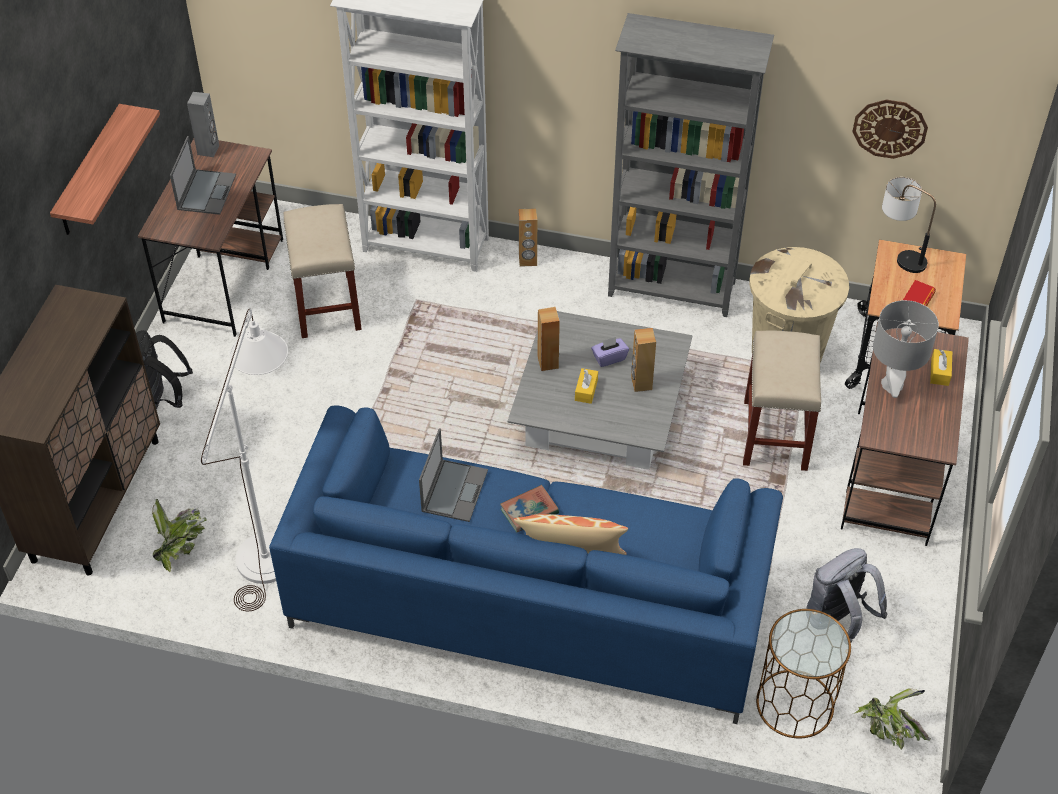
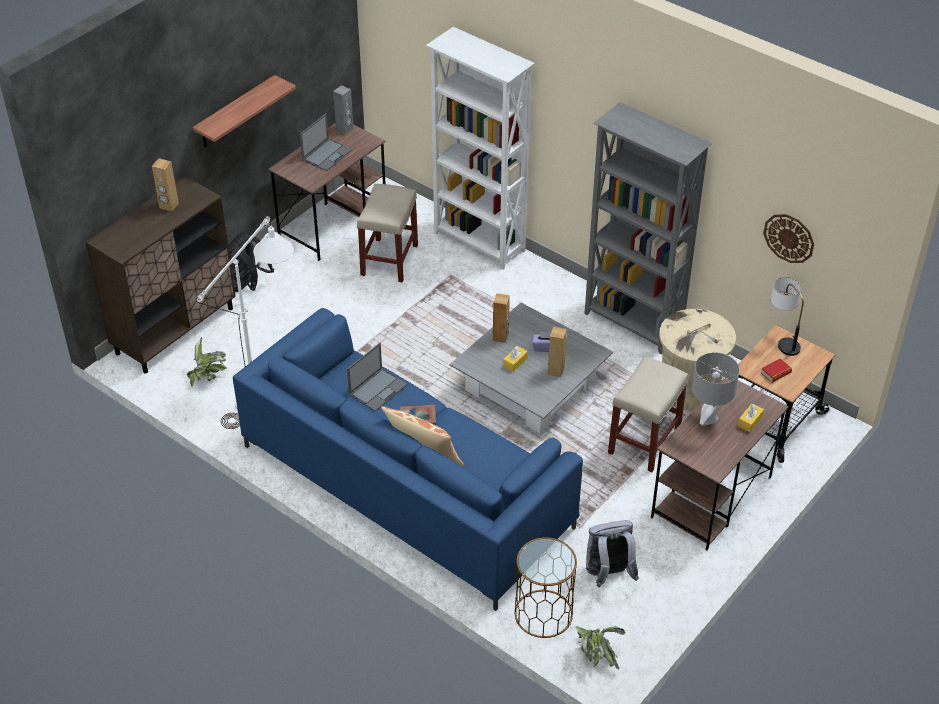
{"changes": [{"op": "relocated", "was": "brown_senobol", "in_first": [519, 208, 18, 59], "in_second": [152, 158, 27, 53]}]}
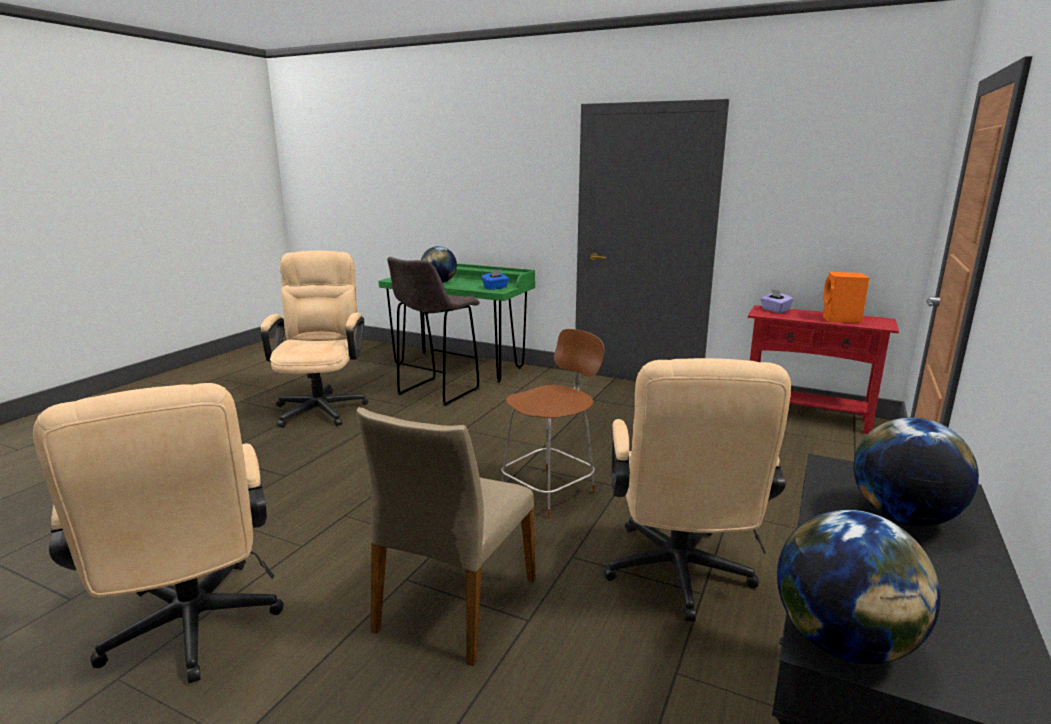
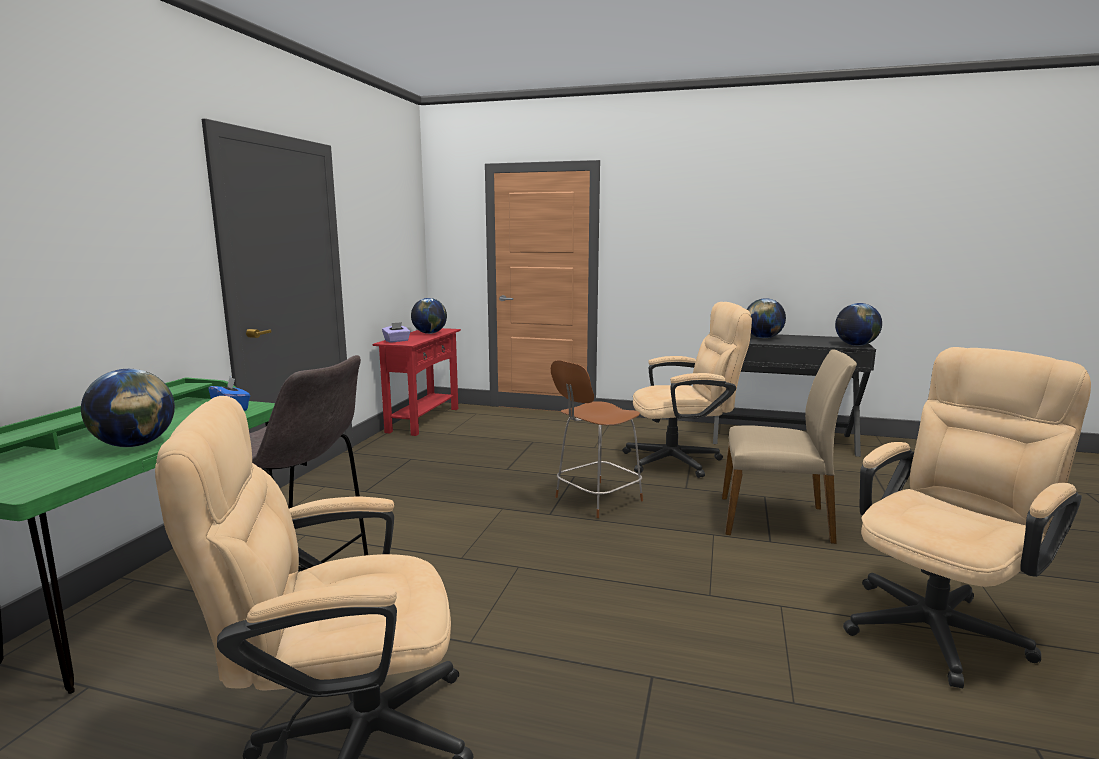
{"changes": [{"op": "exchanged", "was": "orange_senobol", "now": "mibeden", "in_first": [823, 272, 46, 51], "in_second": [411, 298, 36, 36]}, {"op": "spun", "was": "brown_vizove", "in_first": [501, 329, 103, 189], "in_second": [551, 360, 92, 158], "clockwise": -75}]}
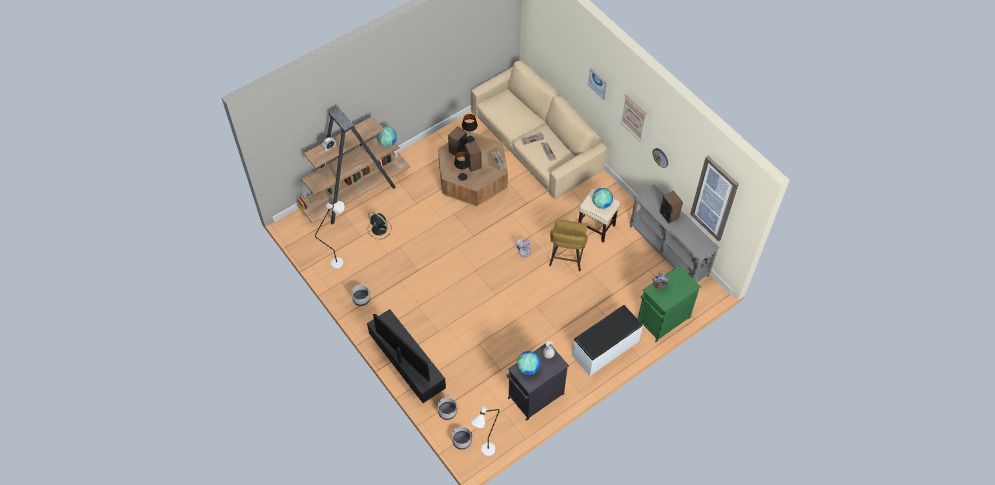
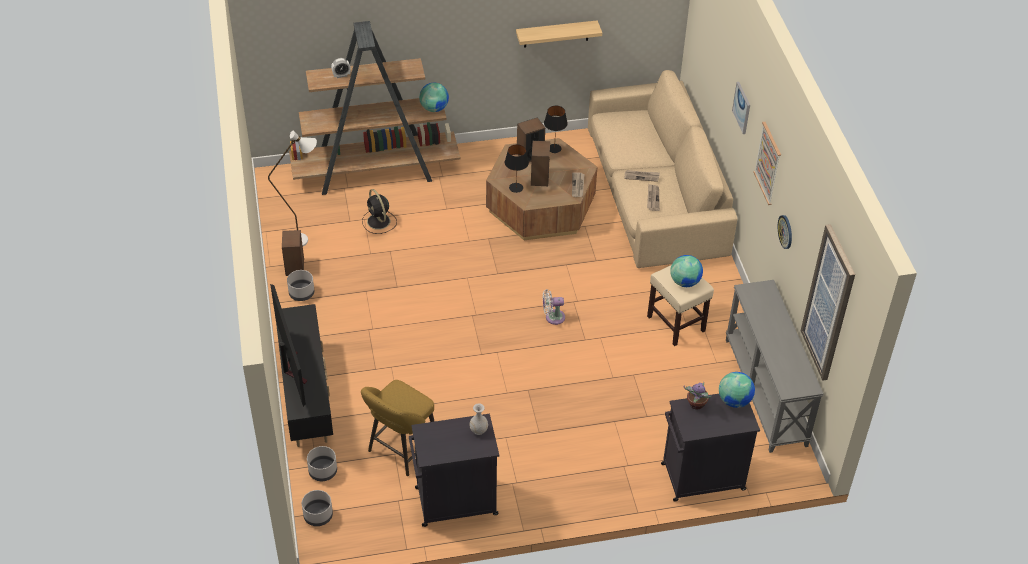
{"changes": [{"op": "relocated", "was": "senobol", "in_first": [660, 191, 23, 32], "in_second": [282, 230, 22, 46]}, {"op": "relocated", "was": "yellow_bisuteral", "in_first": [549, 220, 39, 51], "in_second": [361, 380, 74, 96]}, {"op": "appeared", "now": "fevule", "in_second": [516, 20, 86, 28]}, {"op": "colour", "was": "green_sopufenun", "now": "black_sopufenun", "in_first": [638, 265, 63, 77], "in_second": [661, 394, 99, 108]}, {"op": "relocated", "was": "mibeden", "in_first": [517, 351, 23, 24], "in_second": [719, 372, 36, 36]}, {"op": "missing", "was": "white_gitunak", "in_first": [471, 406, 29, 50]}, {"op": "missing", "was": "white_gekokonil", "in_first": [572, 305, 71, 71]}]}
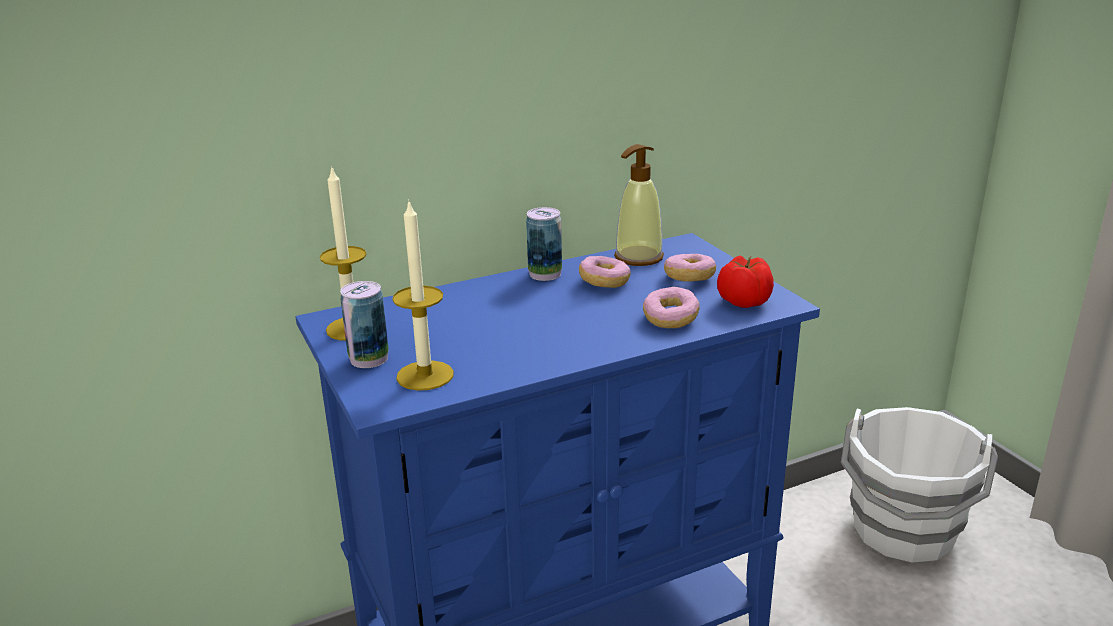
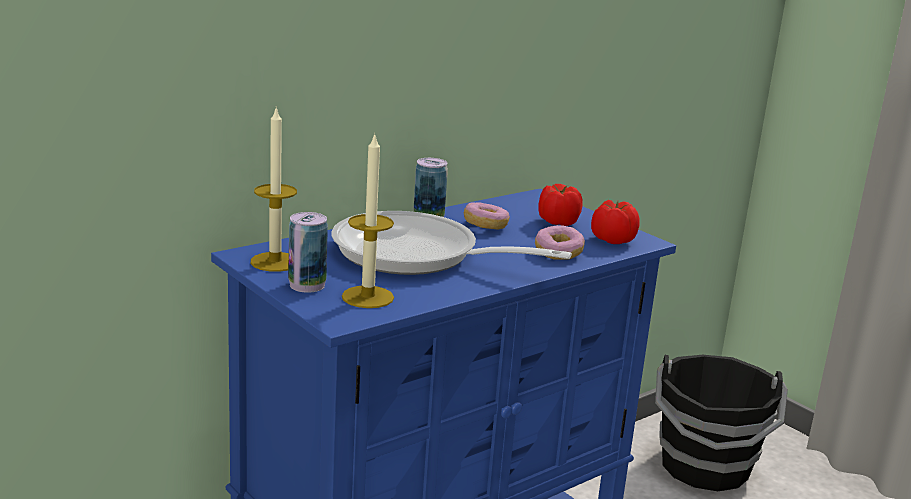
{"changes": [{"op": "appeared", "now": "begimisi", "in_second": [332, 211, 240, 64]}, {"op": "exchanged", "was": "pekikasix", "now": "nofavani", "in_first": [664, 254, 52, 28], "in_second": [538, 184, 45, 42]}, {"op": "colour", "was": "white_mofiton", "now": "black_mofiton", "in_first": [841, 407, 157, 156], "in_second": [655, 355, 133, 136]}, {"op": "missing", "was": "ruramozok", "in_first": [614, 144, 50, 122]}]}
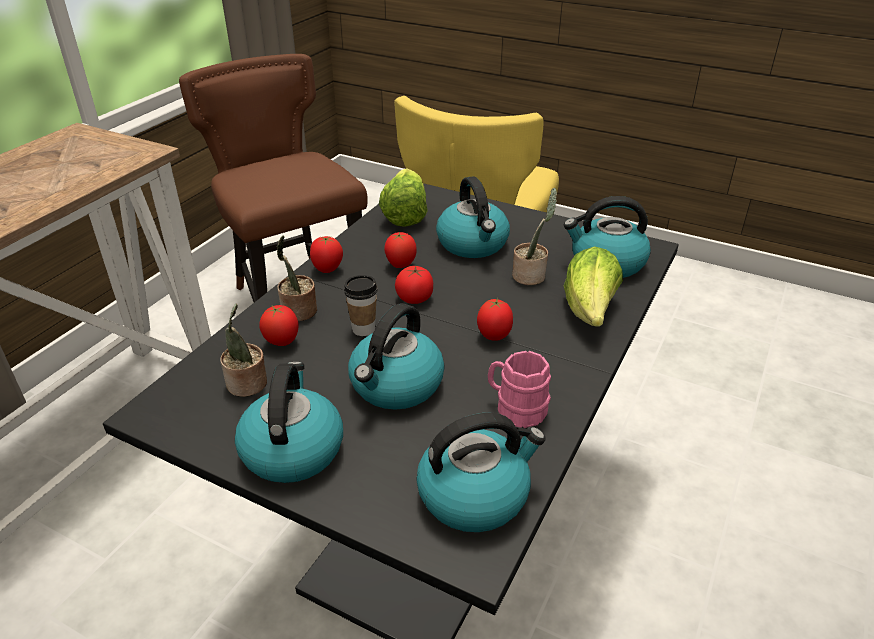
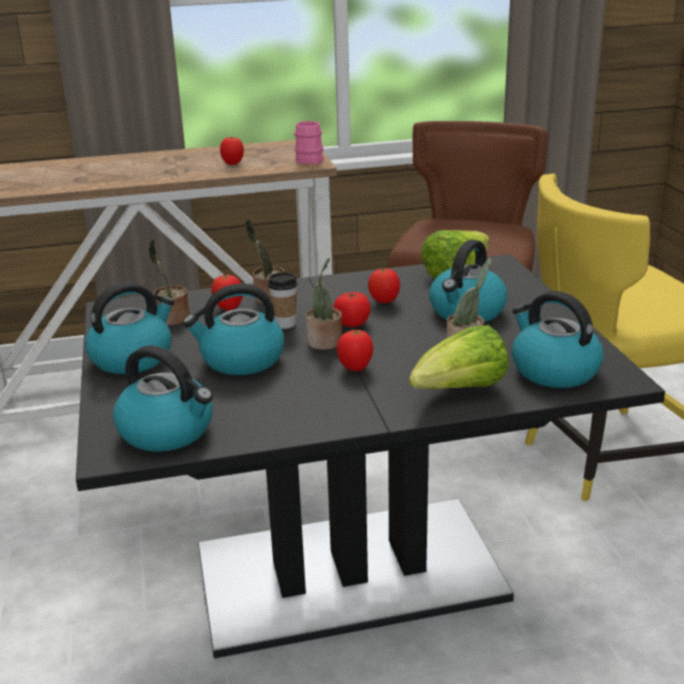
{"changes": [{"op": "relocated", "was": "nofavani", "in_first": [310, 236, 33, 37], "in_second": [220, 137, 24, 28]}, {"op": "relocated", "was": "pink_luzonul", "in_first": [488, 351, 63, 77], "in_second": [294, 121, 29, 44]}, {"op": "appeared", "now": "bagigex", "in_second": [306, 258, 36, 92]}]}
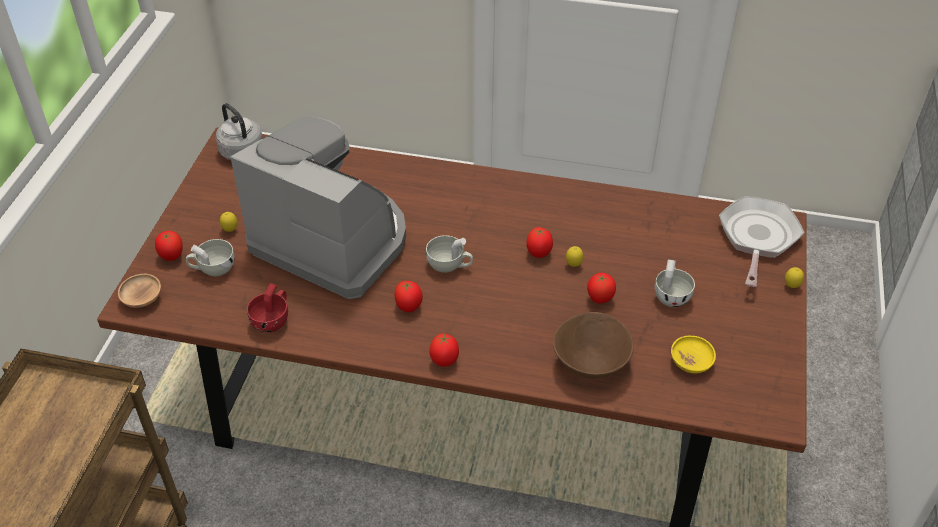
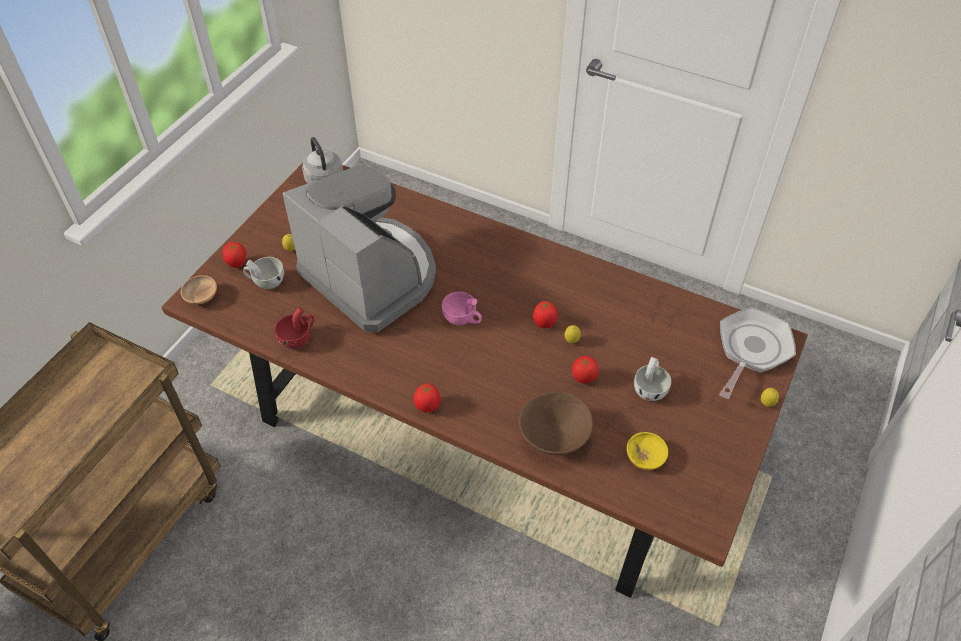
{"changes": [{"op": "colour", "was": "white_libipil", "now": "pink_libipil", "in_first": [426, 235, 47, 38], "in_second": [442, 292, 40, 33]}, {"op": "missing", "was": "nofavani", "in_first": [394, 281, 29, 31]}]}
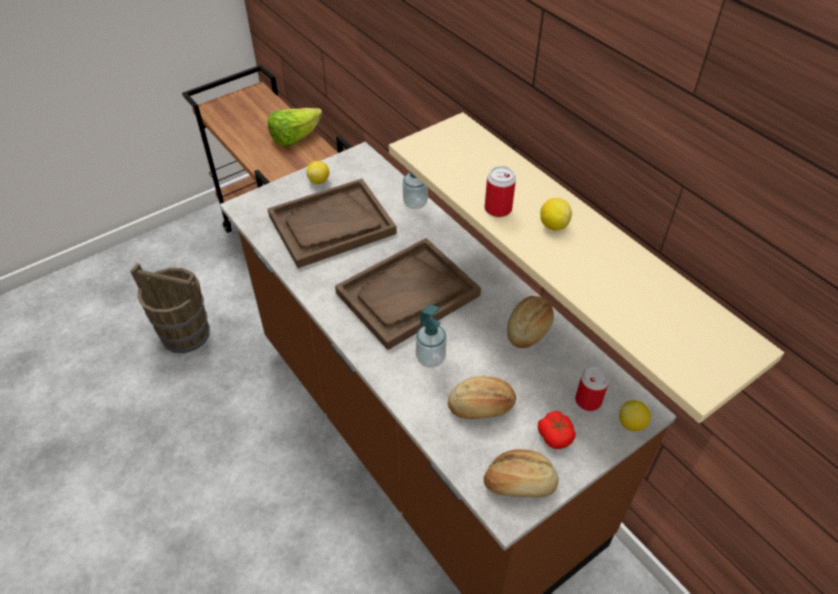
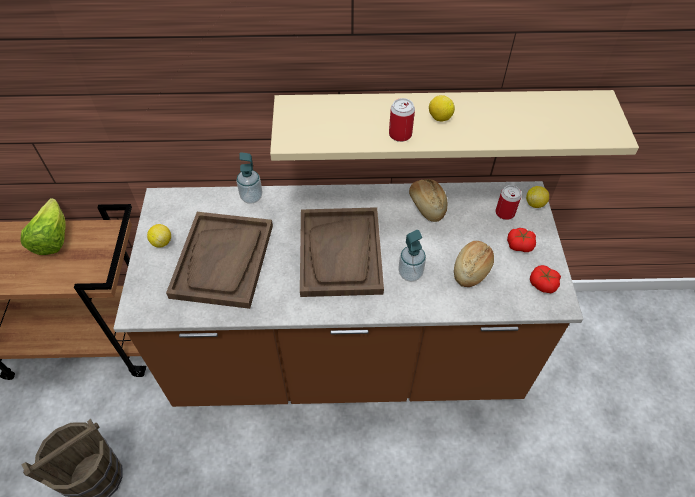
{"changes": [{"op": "exchanged", "was": "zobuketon", "now": "nofavani", "in_first": [484, 449, 75, 49], "in_second": [530, 265, 31, 28]}]}
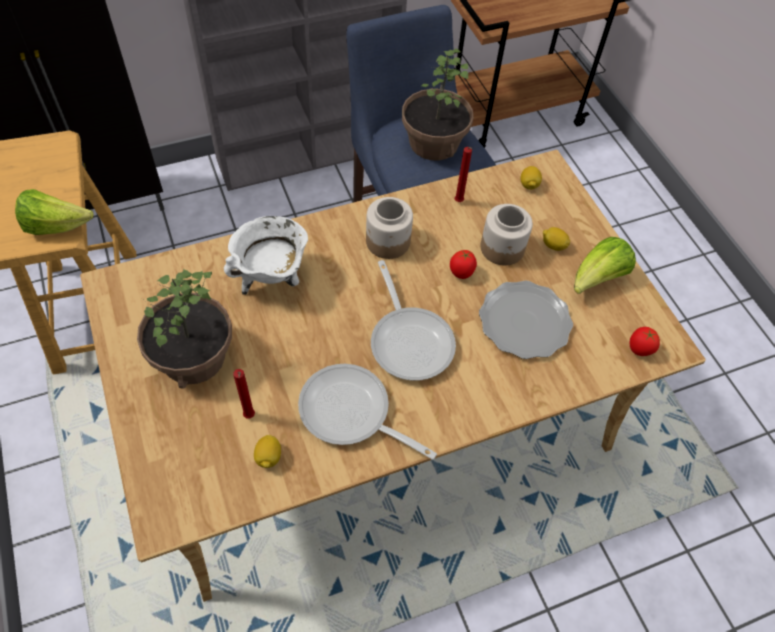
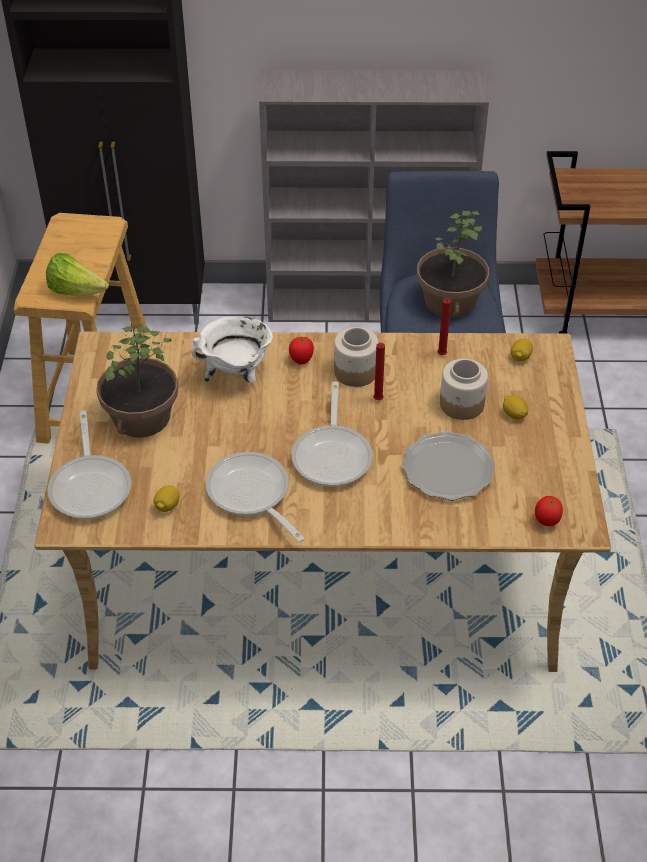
{"changes": [{"op": "appeared", "now": "begimisi", "in_second": [48, 411, 83, 108]}, {"op": "relocated", "was": "nofavani", "in_first": [450, 250, 27, 29], "in_second": [289, 337, 25, 28]}, {"op": "relocated", "was": "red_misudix", "in_first": [233, 369, 22, 50], "in_second": [373, 343, 12, 57]}, {"op": "missing", "was": "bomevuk", "in_first": [574, 237, 62, 57]}]}
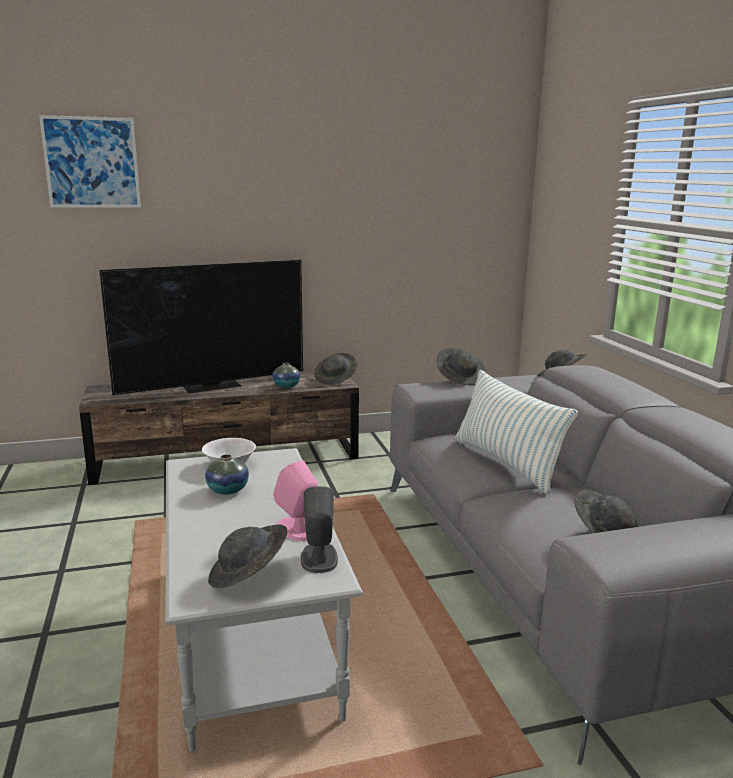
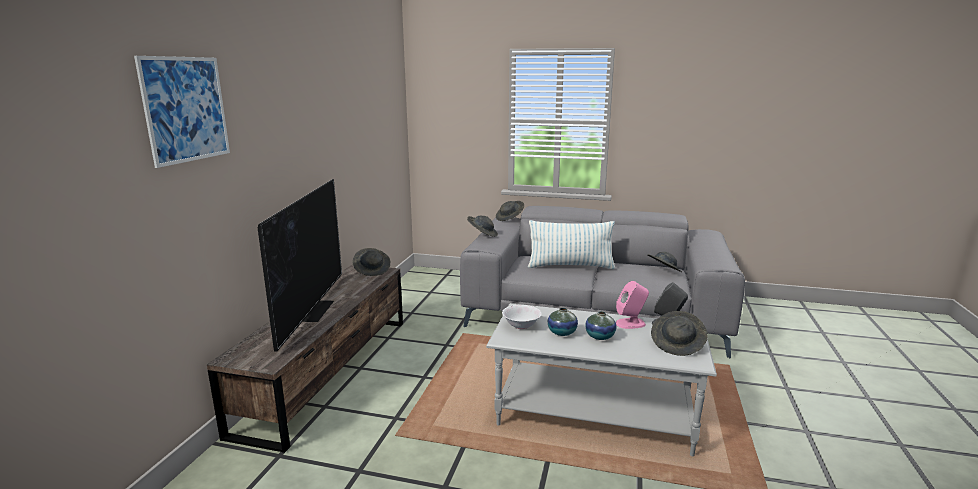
{"changes": [{"op": "relocated", "was": "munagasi", "in_first": [272, 363, 28, 25], "in_second": [585, 311, 31, 29]}]}
